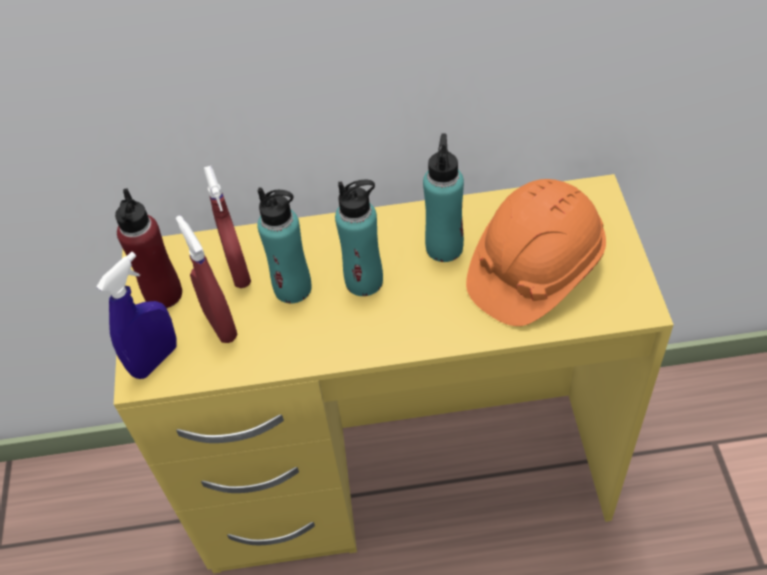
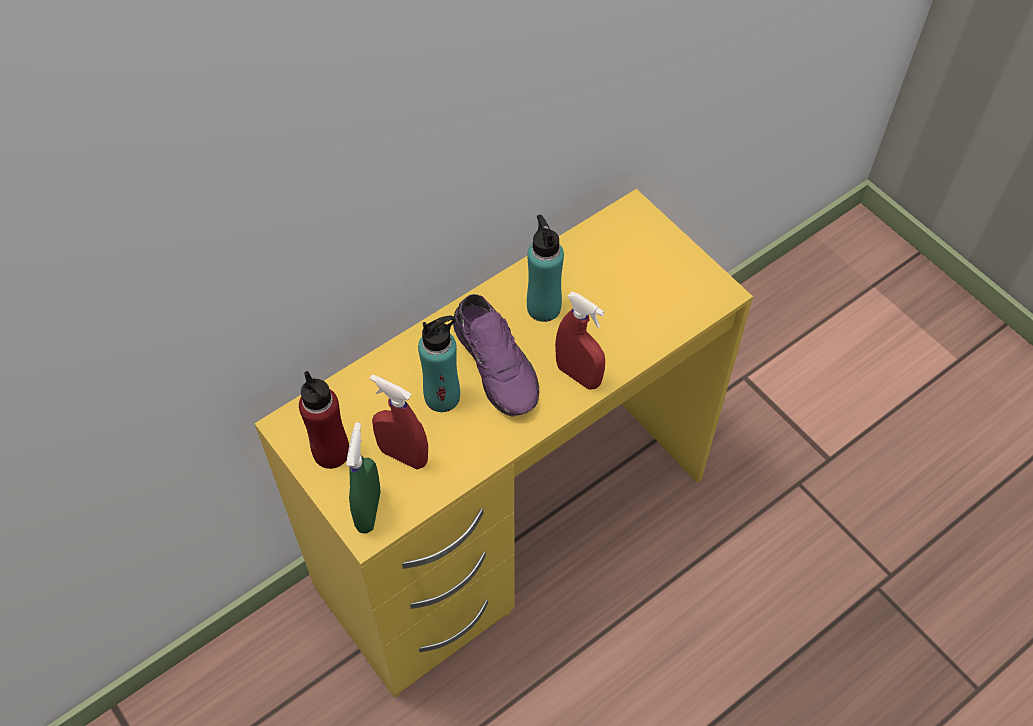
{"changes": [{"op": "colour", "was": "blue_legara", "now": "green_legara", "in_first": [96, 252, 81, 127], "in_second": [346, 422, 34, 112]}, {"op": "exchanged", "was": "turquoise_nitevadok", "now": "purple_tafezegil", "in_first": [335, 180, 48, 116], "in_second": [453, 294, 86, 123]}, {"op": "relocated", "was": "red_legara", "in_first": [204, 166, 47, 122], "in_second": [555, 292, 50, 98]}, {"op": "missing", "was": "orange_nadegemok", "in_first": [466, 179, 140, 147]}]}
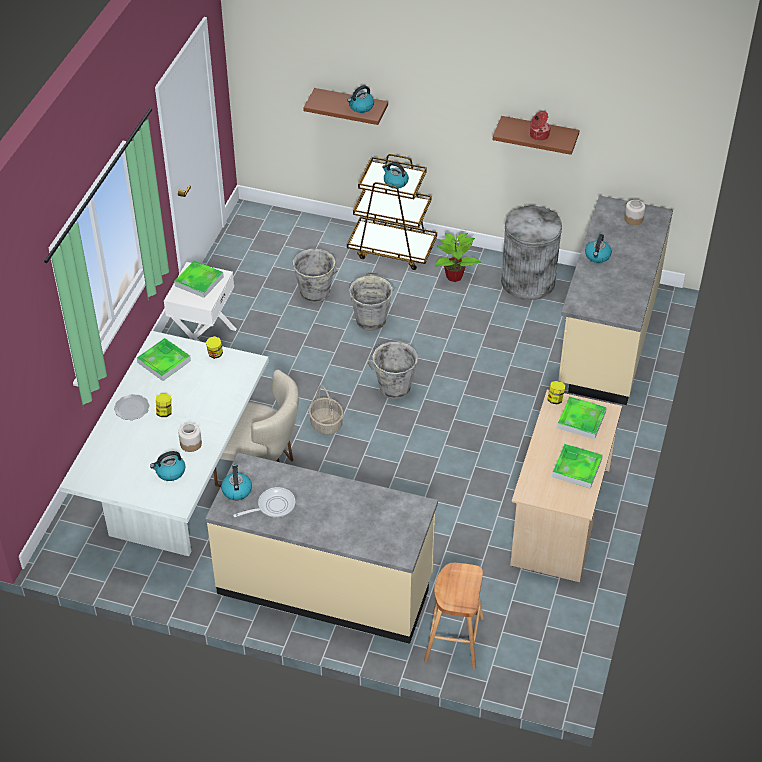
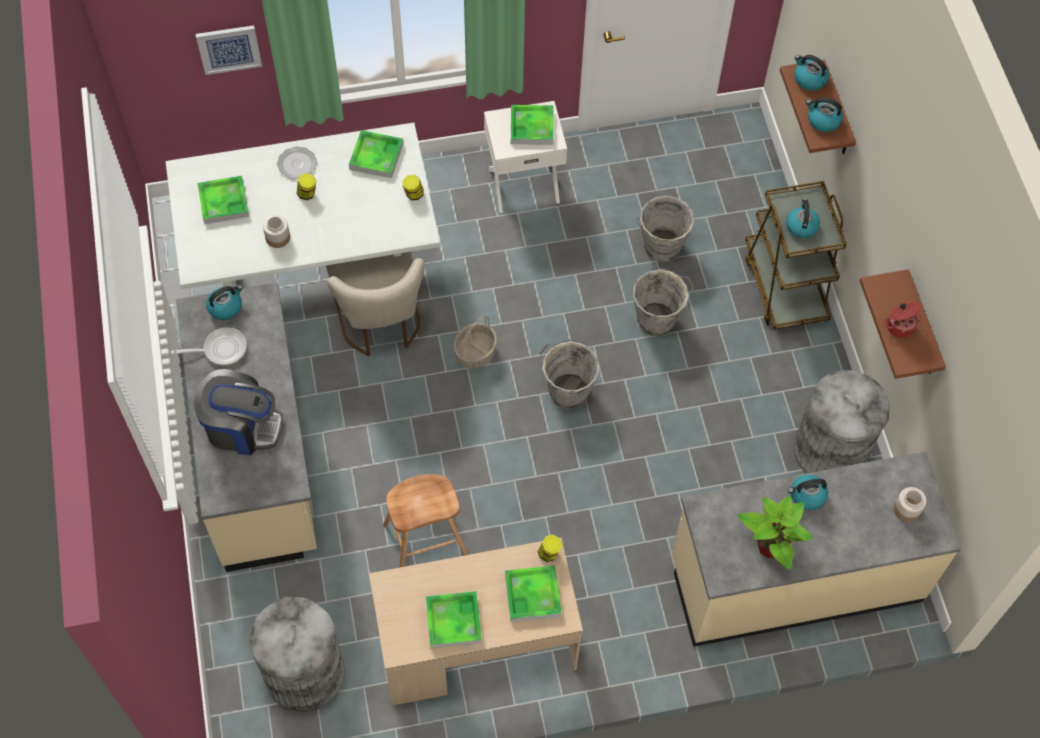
{"changes": [{"op": "spun", "was": "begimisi", "in_first": [233, 487, 62, 30], "in_second": [171, 327, 76, 38], "clockwise": -45}, {"op": "appeared", "now": "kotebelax", "in_second": [194, 369, 89, 87]}, {"op": "appeared", "now": "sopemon", "in_second": [196, 25, 66, 50]}, {"op": "appeared", "now": "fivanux", "in_second": [198, 176, 51, 48]}, {"op": "appeared", "now": "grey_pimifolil", "in_second": [250, 596, 95, 116]}, {"op": "relocated", "was": "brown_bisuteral", "in_first": [424, 563, 60, 106], "in_second": [383, 474, 85, 94]}, {"op": "relocated", "was": "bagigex", "in_first": [435, 233, 46, 49], "in_second": [737, 495, 77, 75]}, {"op": "relocated", "was": "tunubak", "in_first": [150, 451, 35, 30], "in_second": [794, 55, 35, 35]}]}
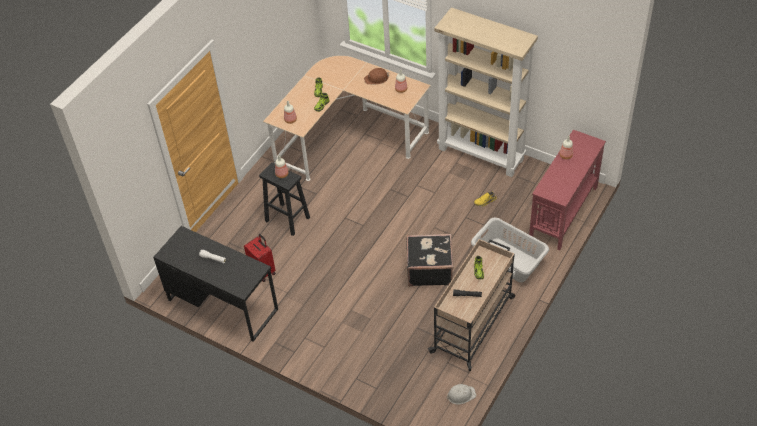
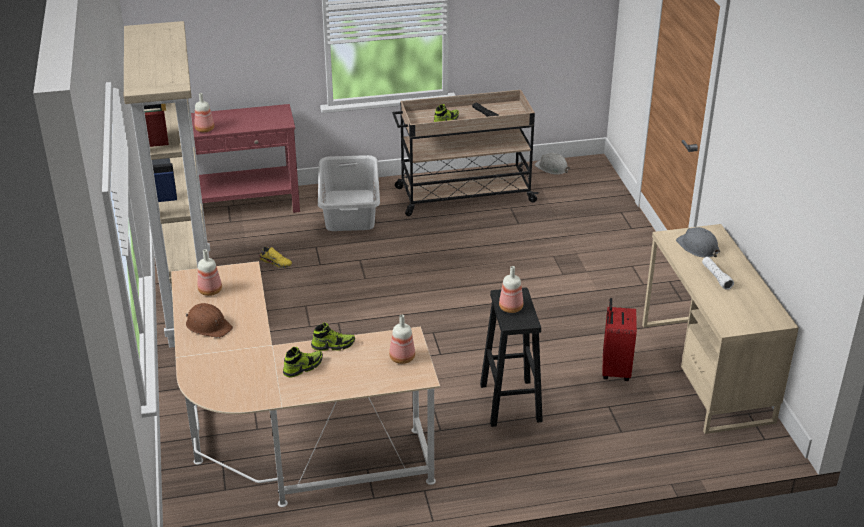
{"changes": [{"op": "colour", "was": "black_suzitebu", "now": "beige_suzitebu", "in_first": [153, 226, 125, 116], "in_second": [642, 224, 157, 210]}, {"op": "appeared", "now": "grey_nadegemok", "in_second": [676, 227, 44, 30]}, {"op": "missing", "was": "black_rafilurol", "in_first": [406, 234, 47, 52]}]}
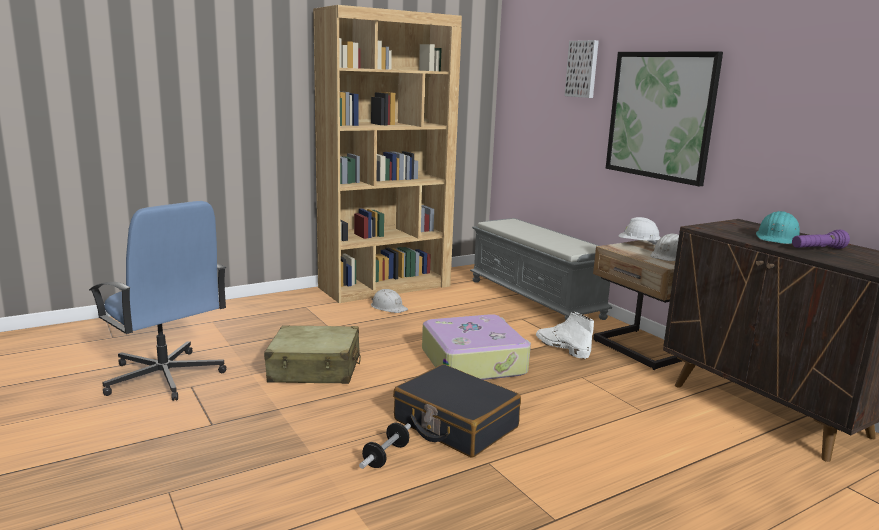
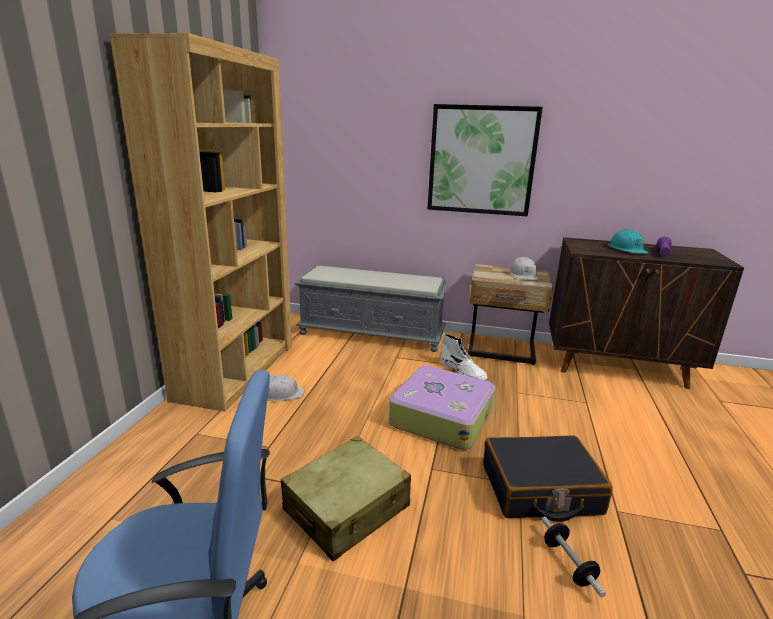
{"changes": [{"op": "spun", "was": "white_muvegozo", "in_first": [536, 312, 58, 47], "in_second": [441, 333, 46, 47], "clockwise": -135}, {"op": "missing", "was": "sopemon", "in_first": [565, 40, 34, 58]}, {"op": "missing", "was": "white_nadegemok", "in_first": [618, 217, 42, 28]}]}
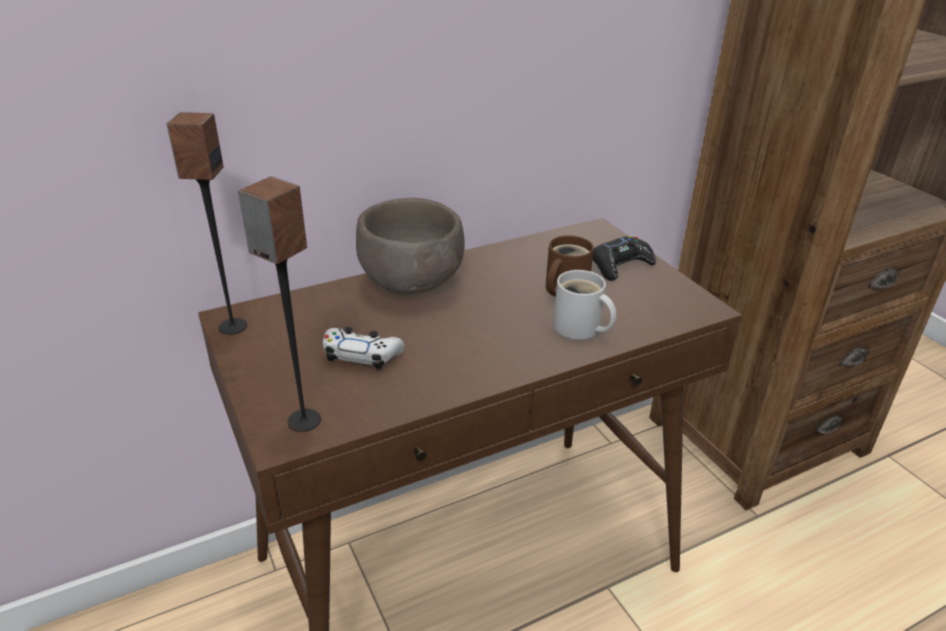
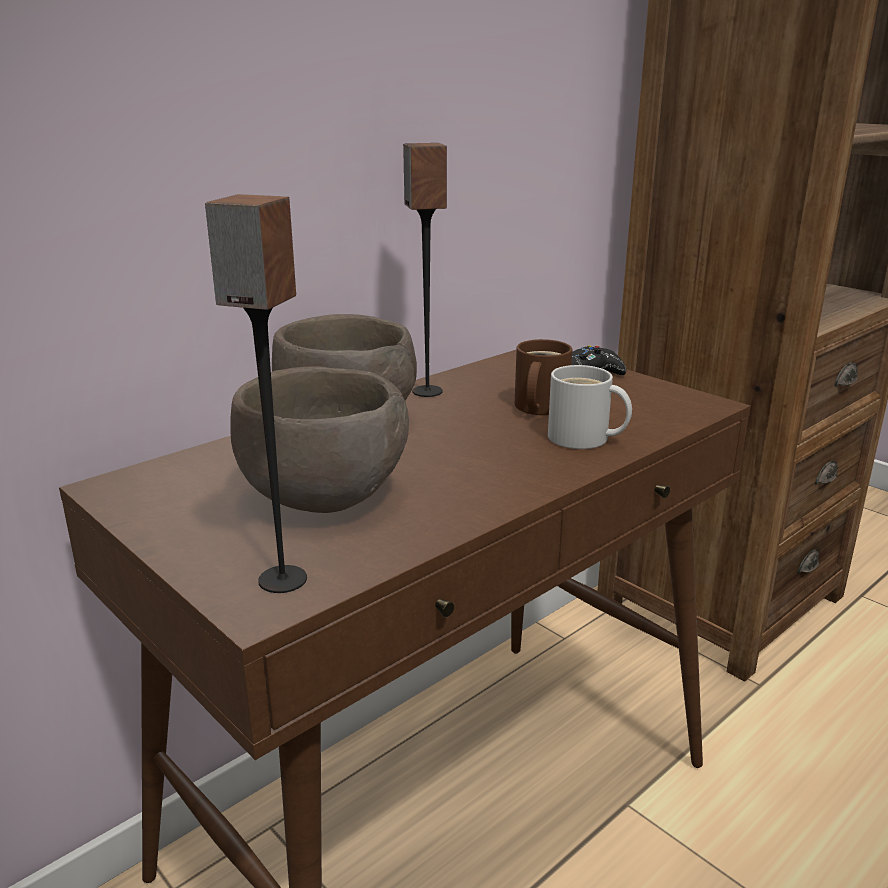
{"changes": [{"op": "exchanged", "was": "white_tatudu", "now": "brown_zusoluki", "in_first": [323, 327, 82, 43], "in_second": [230, 367, 179, 146]}, {"op": "relocated", "was": "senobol", "in_first": [167, 112, 80, 223], "in_second": [403, 143, 44, 254]}]}
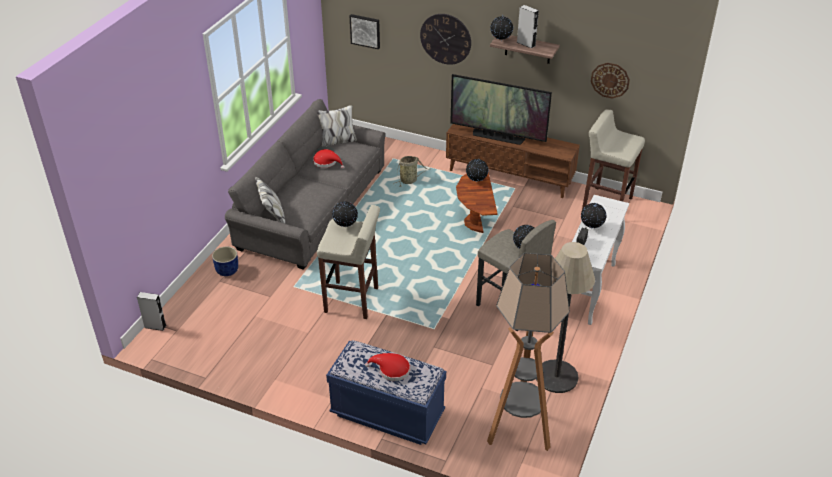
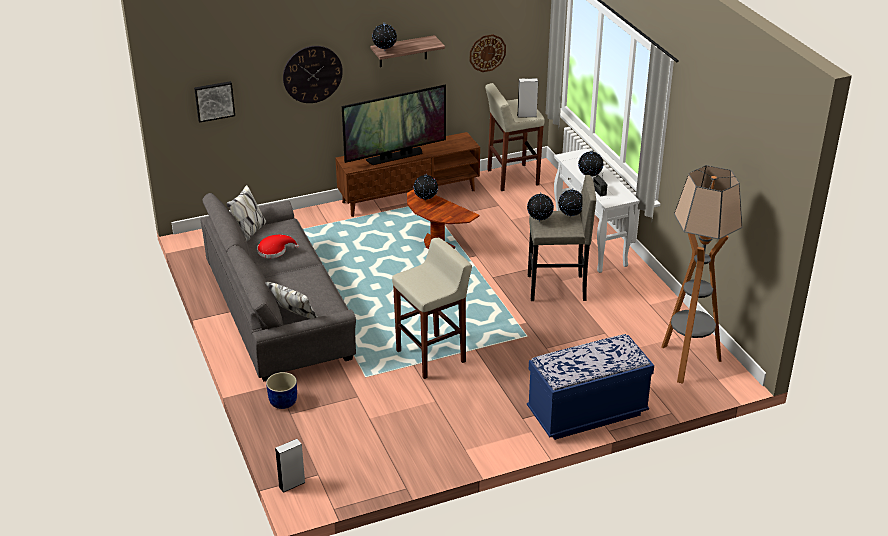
{"changes": [{"op": "relocated", "was": "grey_senobol", "in_first": [517, 5, 22, 44], "in_second": [517, 78, 21, 40]}, {"op": "relocated", "was": "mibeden", "in_first": [332, 201, 26, 26], "in_second": [527, 192, 27, 30]}, {"op": "missing", "was": "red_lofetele", "in_first": [365, 353, 45, 28]}, {"op": "missing", "was": "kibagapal", "in_first": [393, 156, 36, 31]}, {"op": "missing", "was": "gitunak", "in_first": [536, 242, 59, 151]}]}
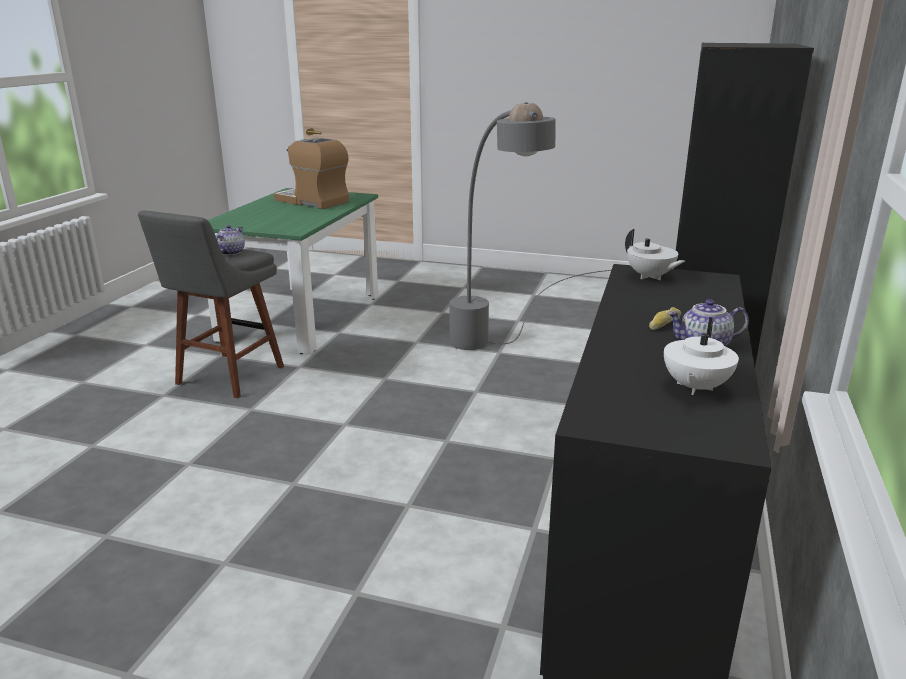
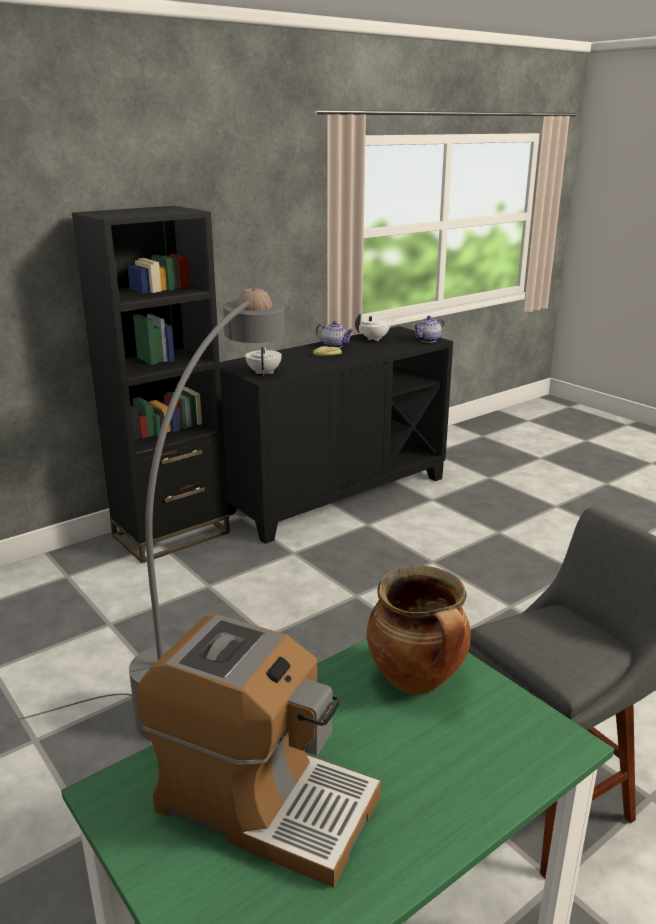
{"changes": [{"op": "spun", "was": "kotebelax", "in_first": [274, 138, 75, 71], "in_second": [136, 615, 245, 273], "clockwise": -45}, {"op": "appeared", "now": "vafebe", "in_second": [367, 565, 104, 129]}, {"op": "relocated", "was": "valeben", "in_first": [216, 225, 29, 30], "in_second": [413, 316, 32, 27]}]}
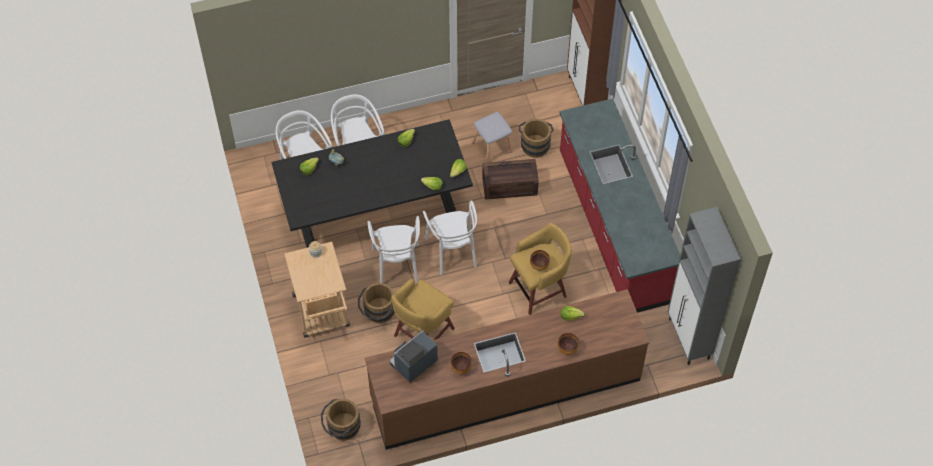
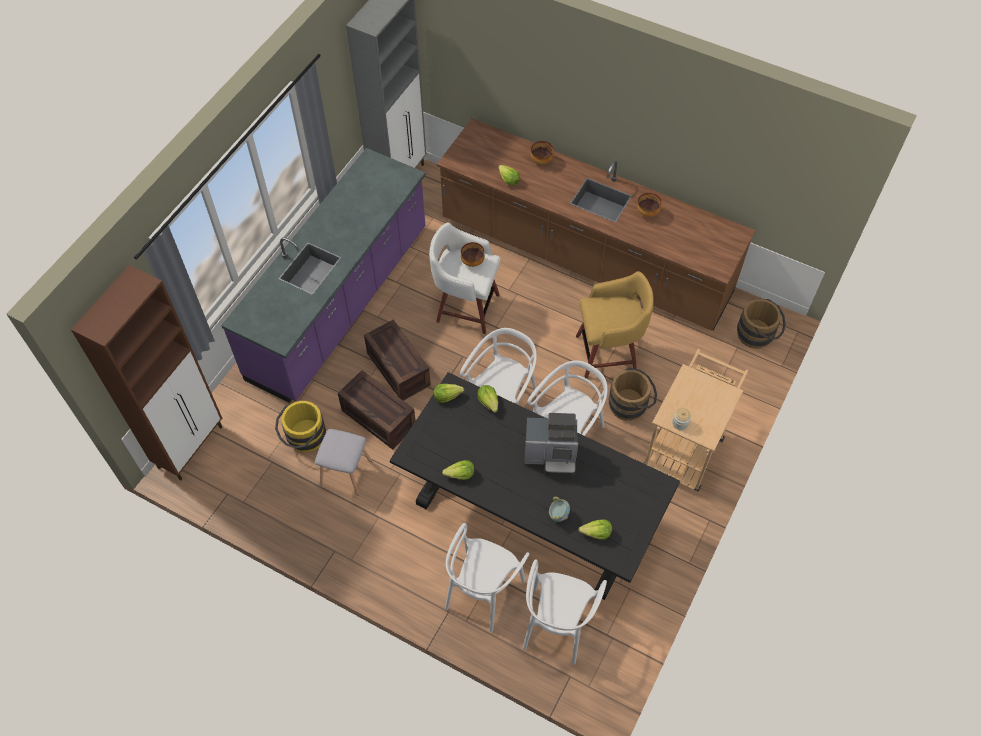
{"changes": [{"op": "colour", "was": "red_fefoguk", "now": "purple_fefoguk", "in_first": [560, 98, 120, 215], "in_second": [221, 148, 205, 255]}, {"op": "colour", "was": "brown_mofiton", "now": "yellow_mofiton", "in_first": [519, 119, 35, 39], "in_second": [275, 401, 51, 51]}, {"op": "appeared", "now": "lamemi", "in_second": [364, 320, 67, 81]}, {"op": "colour", "was": "yellow_bisuteral", "now": "white_bisuteral", "in_first": [509, 223, 63, 92], "in_second": [429, 222, 71, 112]}, {"op": "relocated", "was": "kotebelax", "in_first": [390, 330, 48, 53], "in_second": [524, 413, 54, 63]}]}
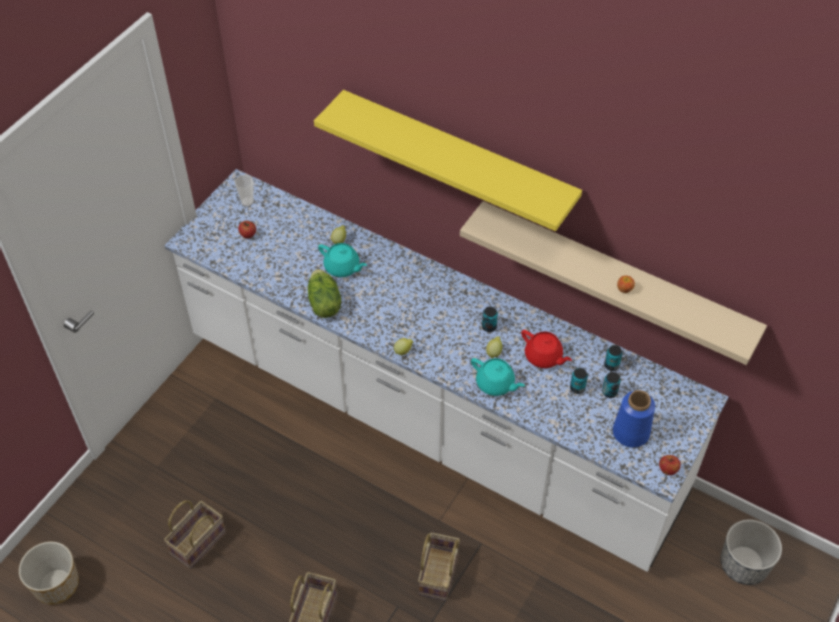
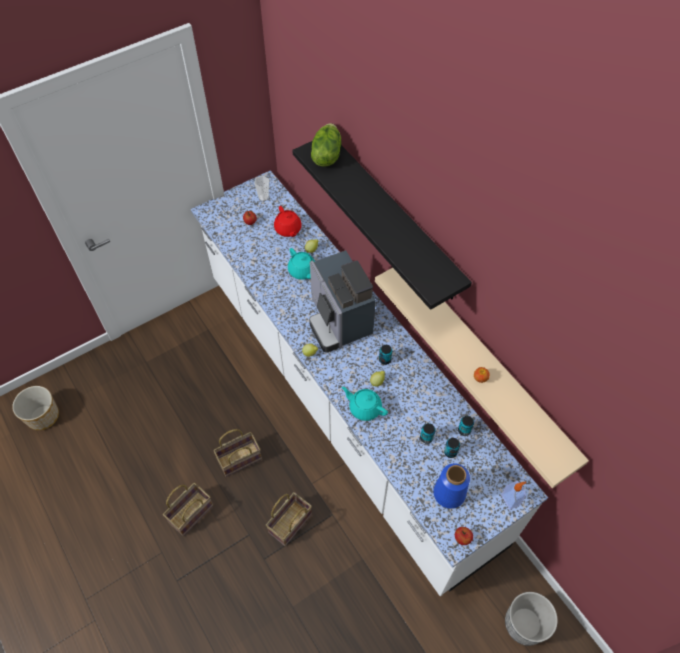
{"changes": [{"op": "relocated", "was": "kibagapal", "in_first": [164, 500, 62, 69], "in_second": [213, 429, 49, 48]}, {"op": "relocated", "was": "red_valeben", "in_first": [521, 330, 51, 38], "in_second": [274, 206, 27, 31]}, {"op": "colour", "was": "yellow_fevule", "now": "black_fevule", "in_first": [314, 90, 268, 141], "in_second": [292, 141, 180, 169]}, {"op": "appeared", "now": "kotebelax", "in_second": [309, 250, 67, 103]}, {"op": "relocated", "was": "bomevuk", "in_first": [308, 269, 33, 49], "in_second": [311, 123, 31, 44]}, {"op": "spun", "was": "turquoise_valeben", "in_first": [471, 358, 54, 38], "in_second": [342, 387, 46, 34], "clockwise": 150}, {"op": "appeared", "now": "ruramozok", "in_second": [501, 481, 25, 29]}]}
